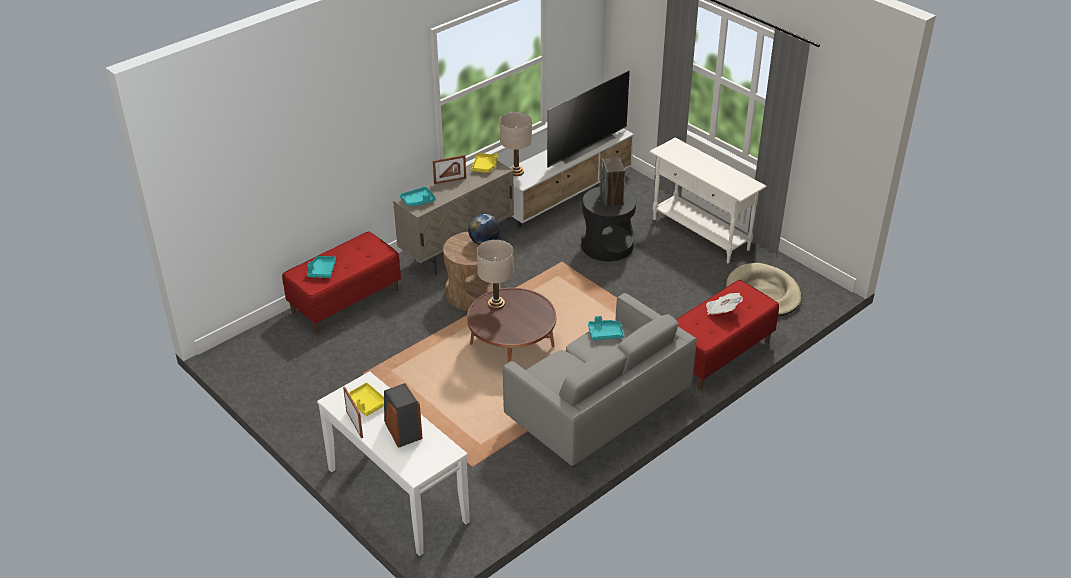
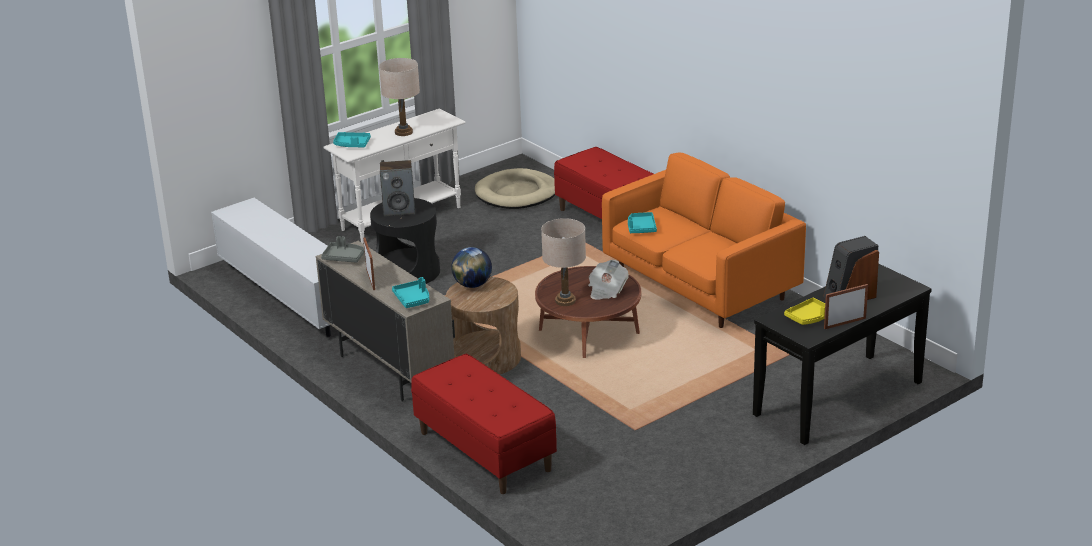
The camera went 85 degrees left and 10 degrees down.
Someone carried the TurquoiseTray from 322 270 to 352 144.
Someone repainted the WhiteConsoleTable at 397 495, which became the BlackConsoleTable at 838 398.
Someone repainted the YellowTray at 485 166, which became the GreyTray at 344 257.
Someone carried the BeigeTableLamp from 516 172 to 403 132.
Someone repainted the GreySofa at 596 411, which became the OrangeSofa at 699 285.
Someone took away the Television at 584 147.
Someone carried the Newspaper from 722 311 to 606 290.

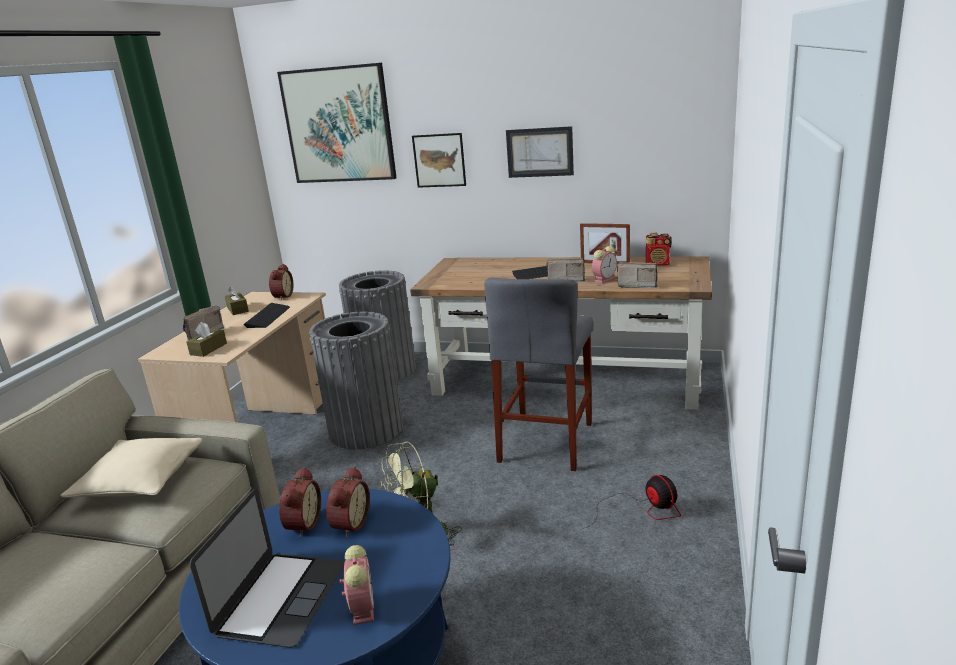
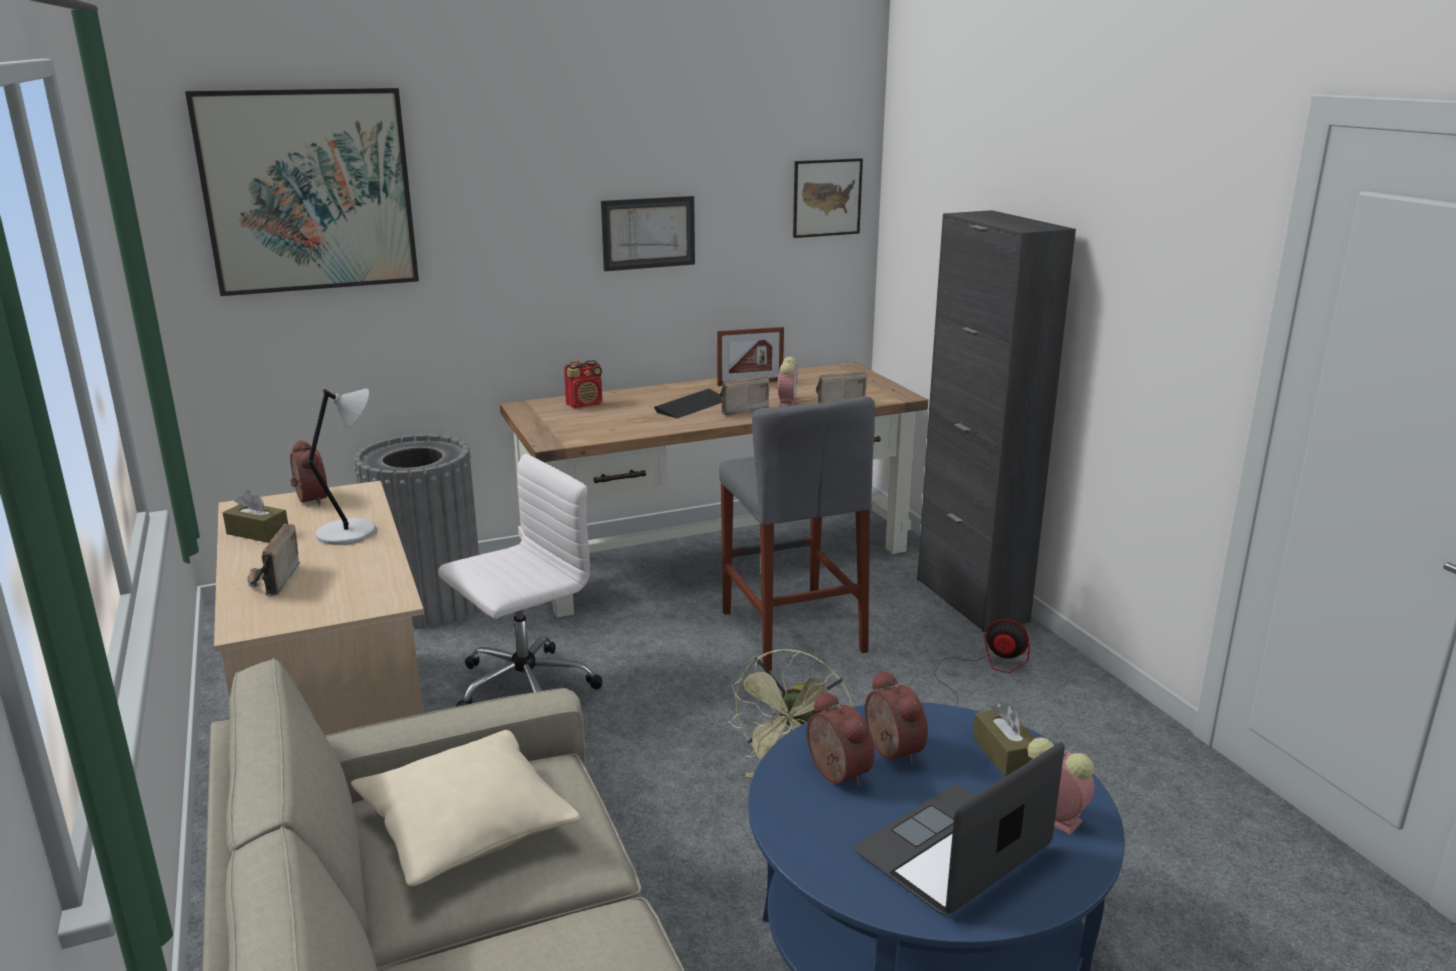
The camera went 40 degrees left and 0 degrees up.
Someone carried the BrownTissueBox from 208 349 to 1005 754.
Someone rotated the Laptop at 281 598 by 105 degrees counterclockwise.
Someone swapped the Keyboard at 268 317 for the GreyTableLamp at 350 532.
Someone swapped the GreyTrashCan at 366 430 for the WhiteOfficeChair at 522 688.
Someone carried the Picture from 439 160 to 826 197.
Someone carried the Radio from 658 264 to 585 404.
Someone put down the BlackCabinet at 971 600.

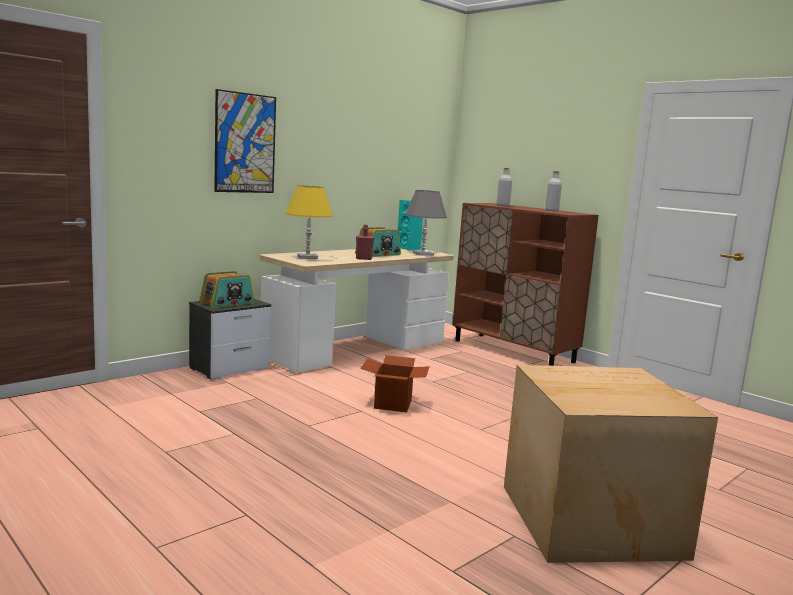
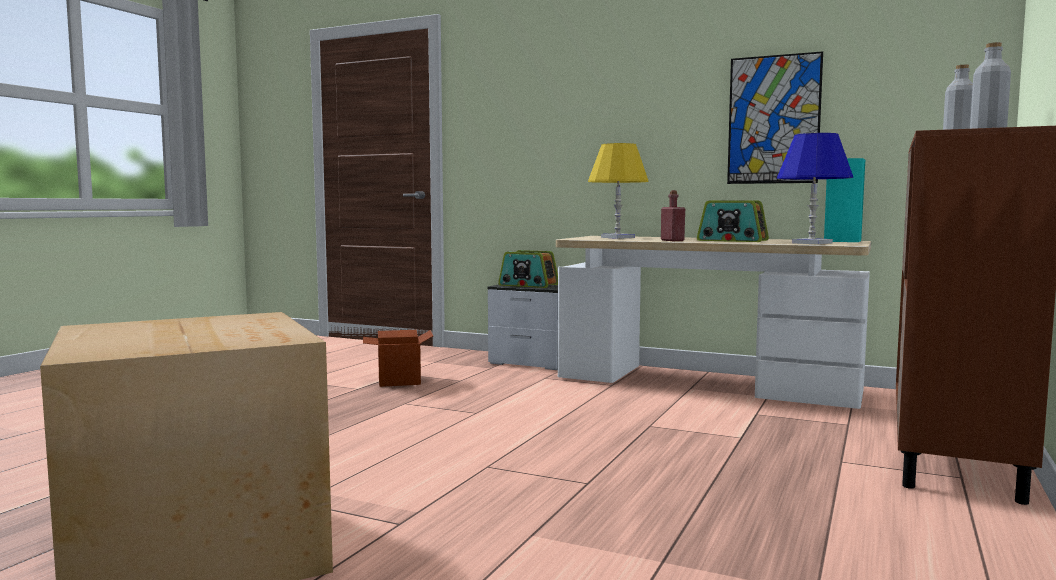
The camera went 70 degrees right and 5 degrees down.
Someone carried the Picture from 245 143 to 773 120.
Someone carried the CardboardBox from 392 404 to 399 381.
Someone repainted the GreyTableLamp at 423 254, which became the BlueTableLamp at 811 243.

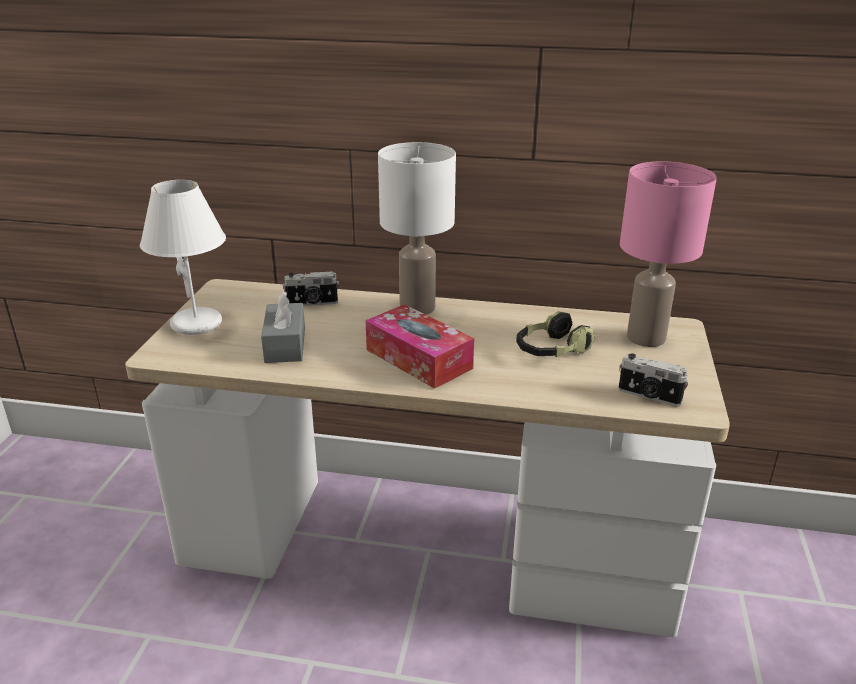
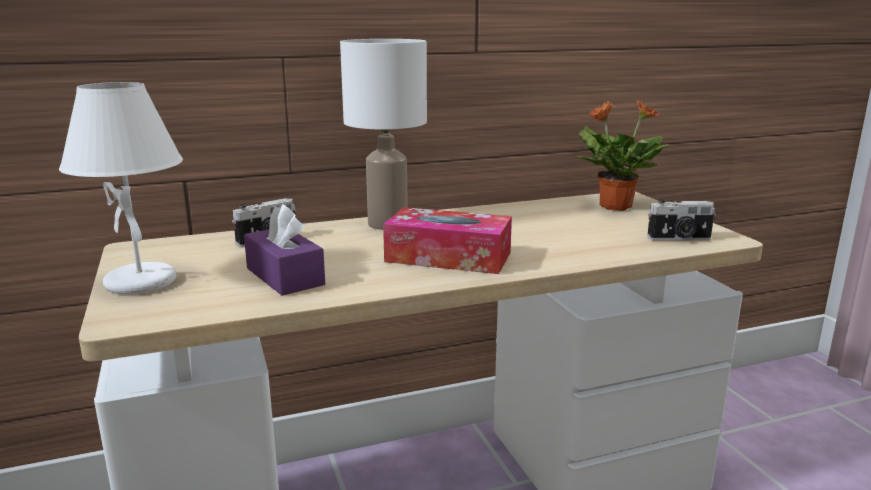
The camera went 30 degrees left and 10 degrees down.
Someone repainted the GreyTissueBox at 285 345, which became the PurpleTissueBox at 285 276.
Someone took away the Headphones at 551 350.
Someone swapped the PinkTableLamp at 646 337 for the PottedPlant at 614 206.

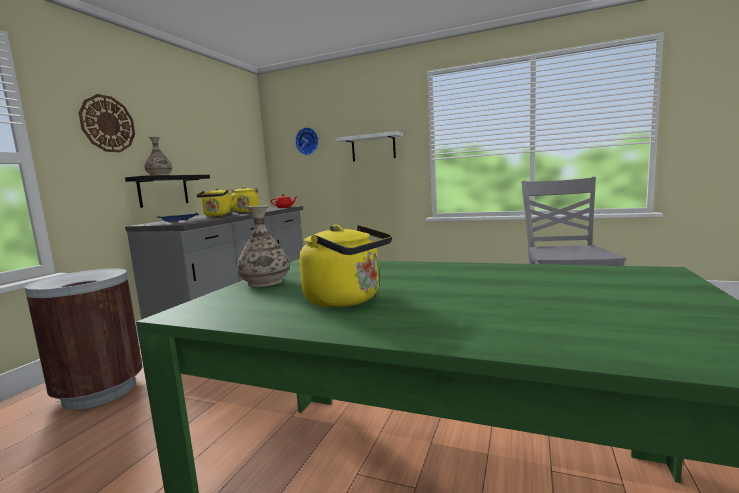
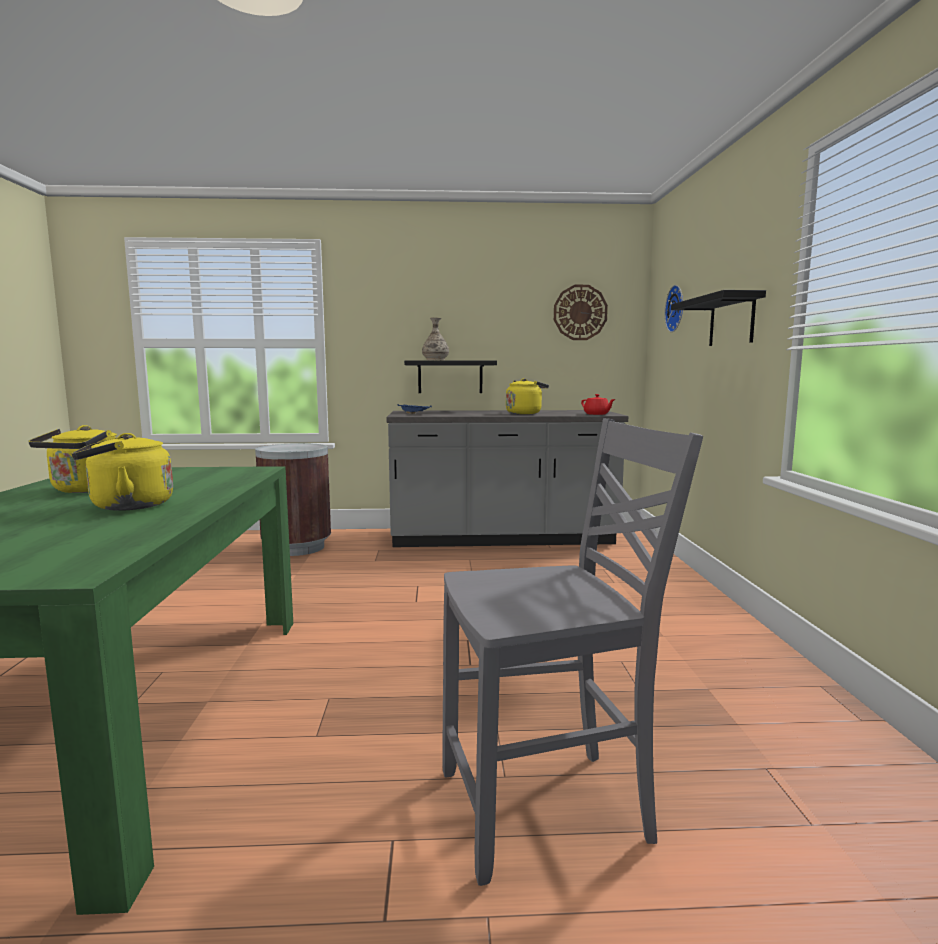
The camera went 65 degrees right and 0 degrees up.
Someone carried the WallClock from 107 124 to 580 312.
Someone carried the YellowKettle from 218 216 to 126 506.
Someone took away the Vase at 265 282.
Someone repainted the WhiteShelf at 373 148, which became the BlackShelf at 731 321.

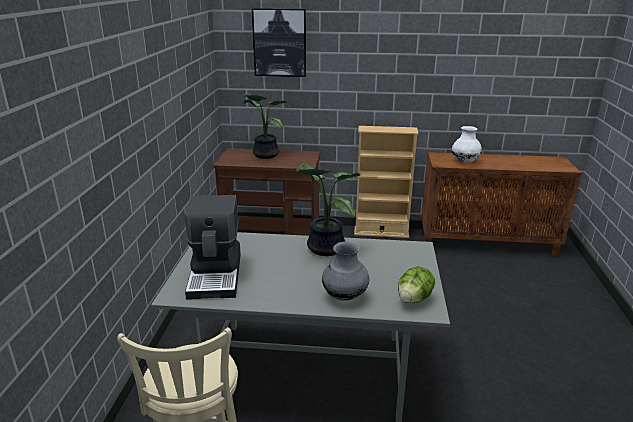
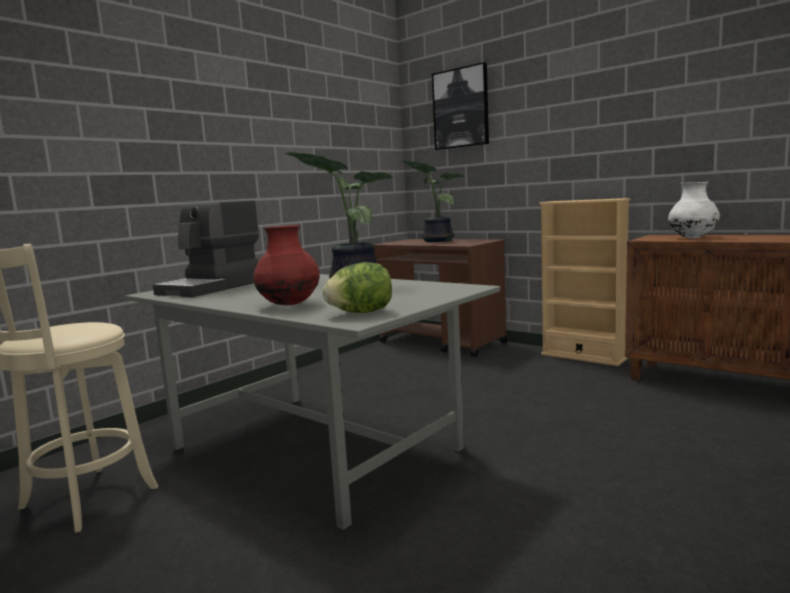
The camera went 35 degrees right and 15 degrees down.
Someone repainted the GreyVase at 345 296, which became the RedVase at 289 305.

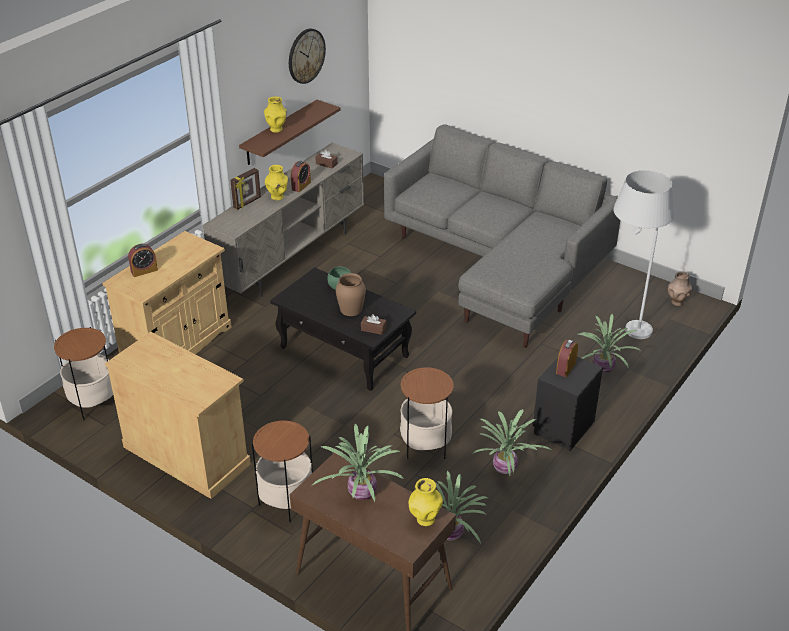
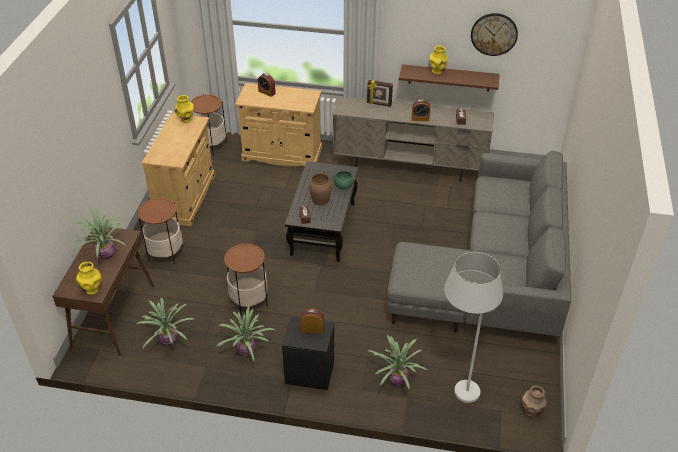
The camera went 65 degrees right and 5 degrees up.
Someone carried the YellowVase from 277 197 to 186 120.

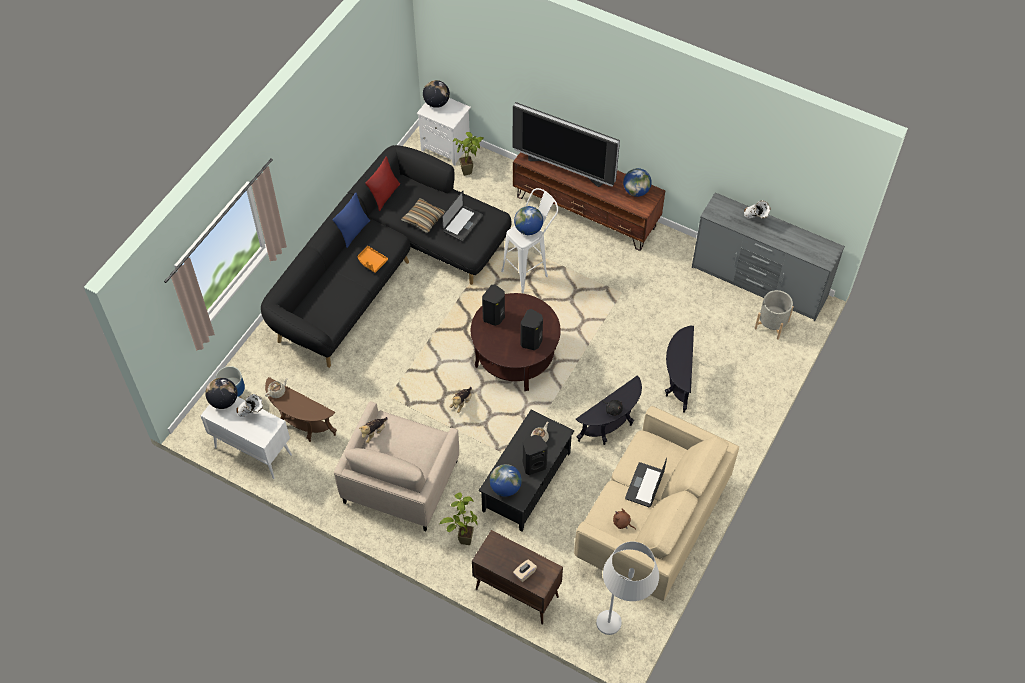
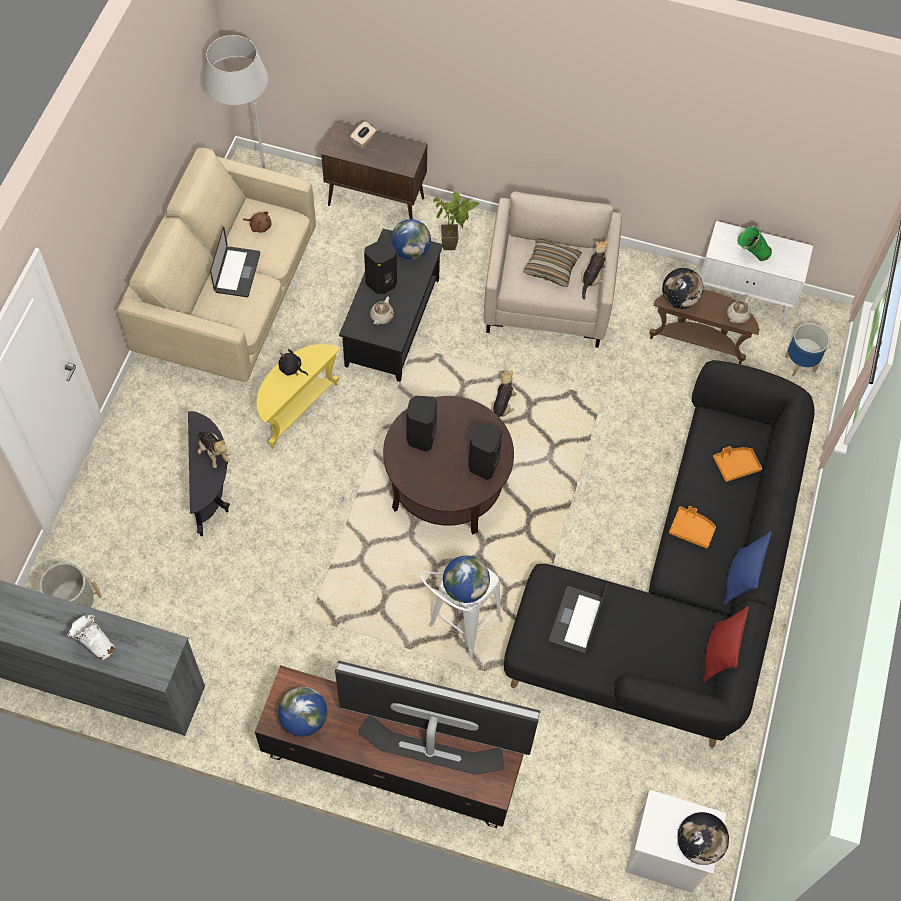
The camera went 165 degrees right and 5 degrees up.
Someone carried the Globe from 224 401 to 679 300.
Someone repainted the WhiteVase at 252 414, which became the GreenVase at 750 256.
Someone carried the Pillow from 423 219 to 551 267.
Someone took away the PottedPlant at 471 172.
Someone repainted the BlackSideTable at 611 427, which became the YellowSideTable at 296 409.
Someone put down the PlushToy at 213 453.
Someone put down the OrangeTray at 735 465.

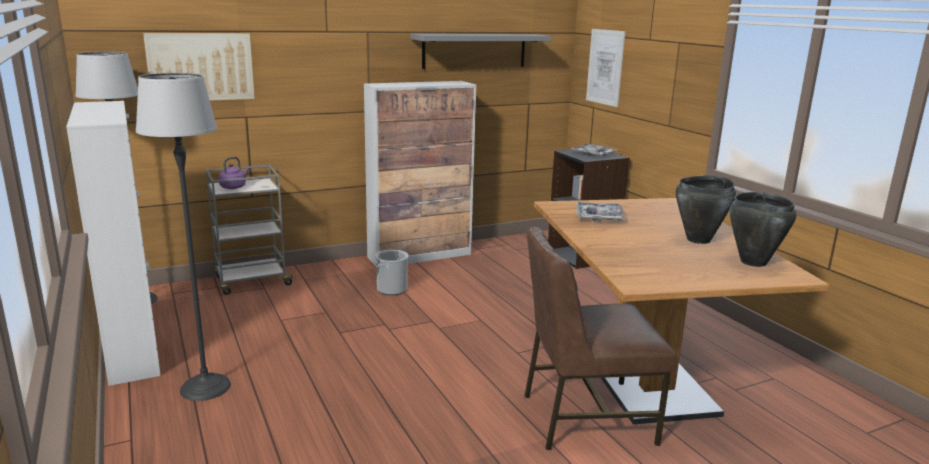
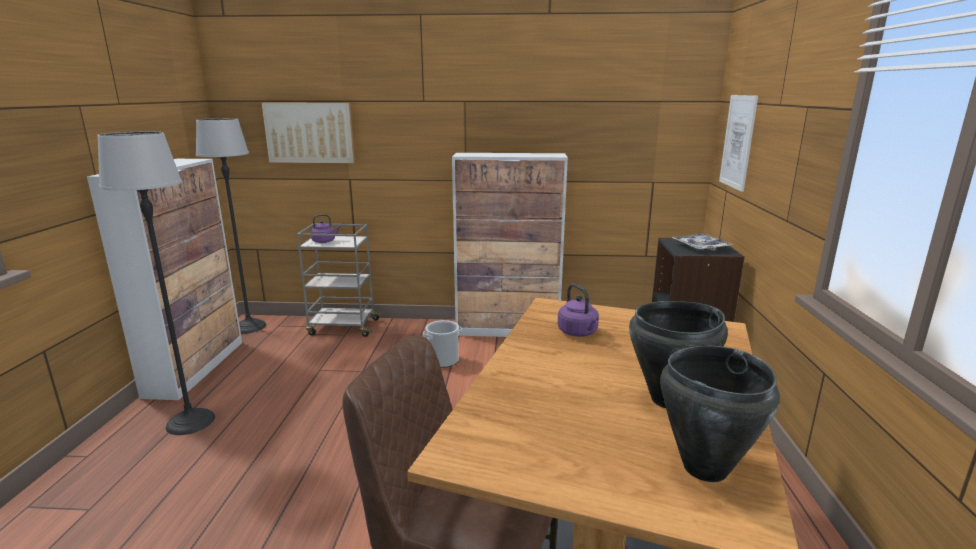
The camera went 30 degrees right and 0 degrees up.
Someone took away the GreyShelf at 474 50.
Someone swapped the Tray at 599 217 for the PurpleKettle at 578 333.

